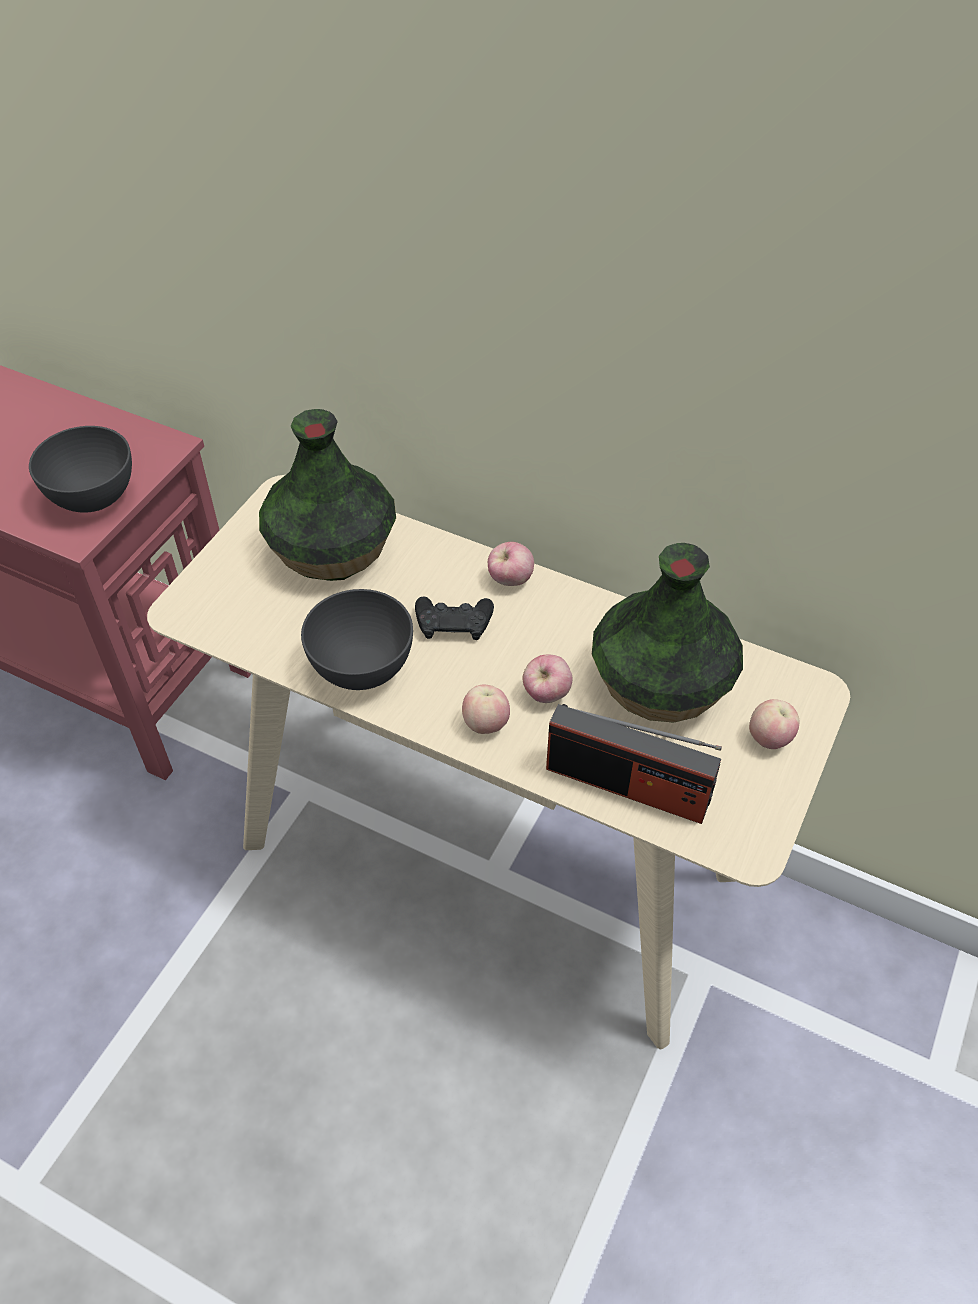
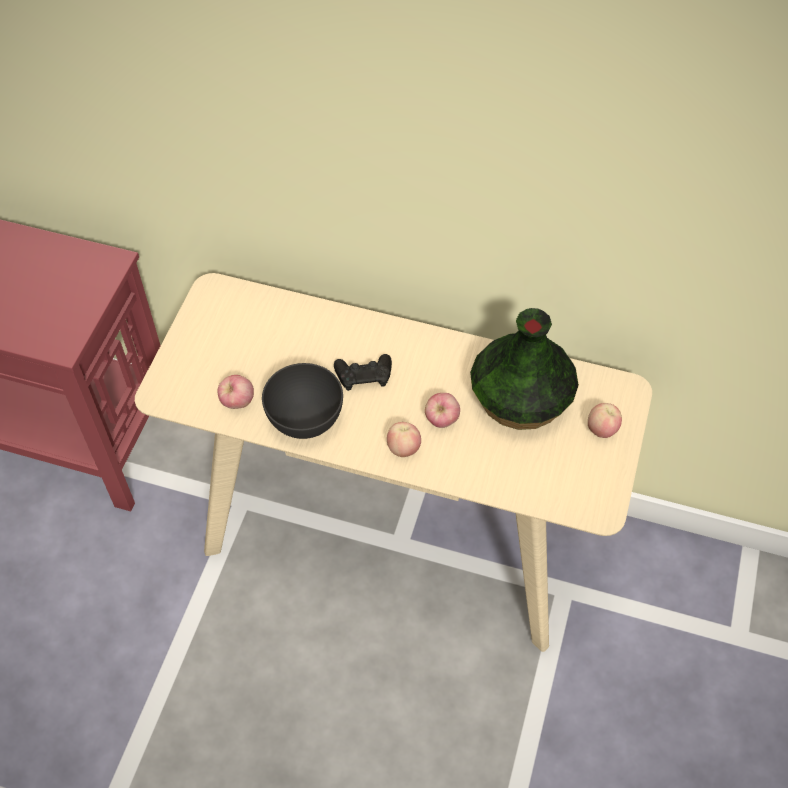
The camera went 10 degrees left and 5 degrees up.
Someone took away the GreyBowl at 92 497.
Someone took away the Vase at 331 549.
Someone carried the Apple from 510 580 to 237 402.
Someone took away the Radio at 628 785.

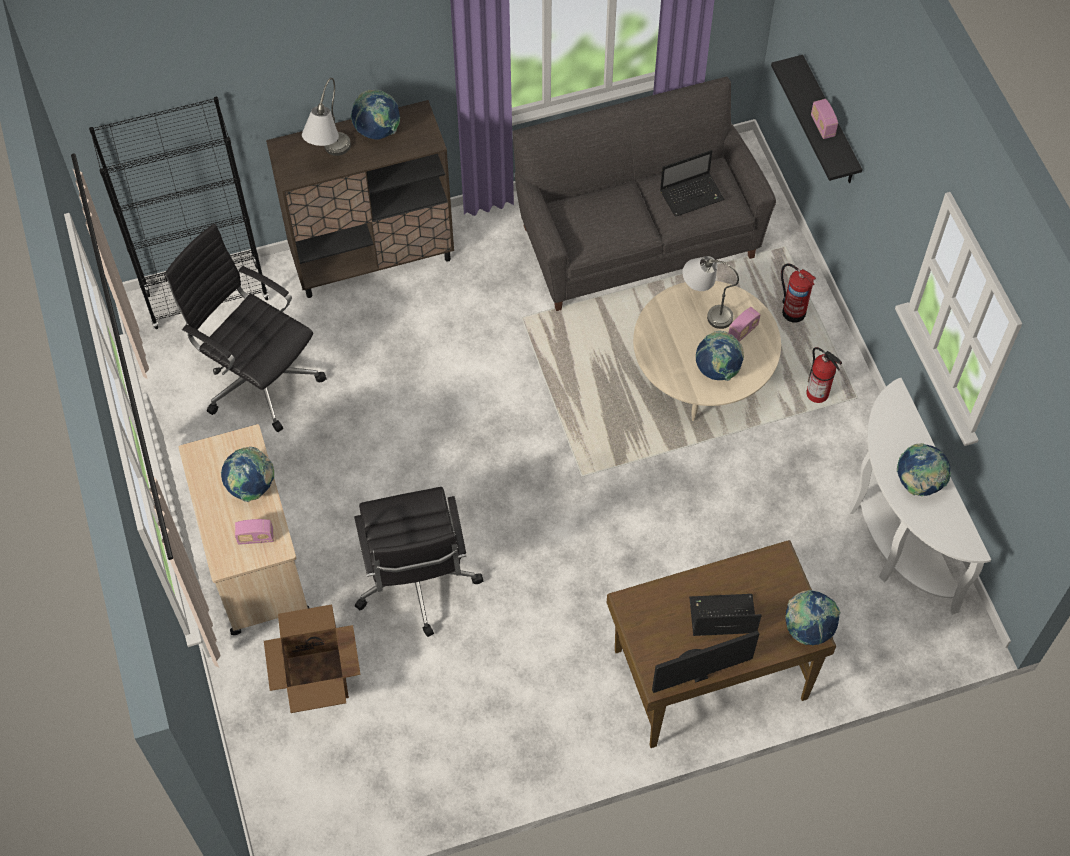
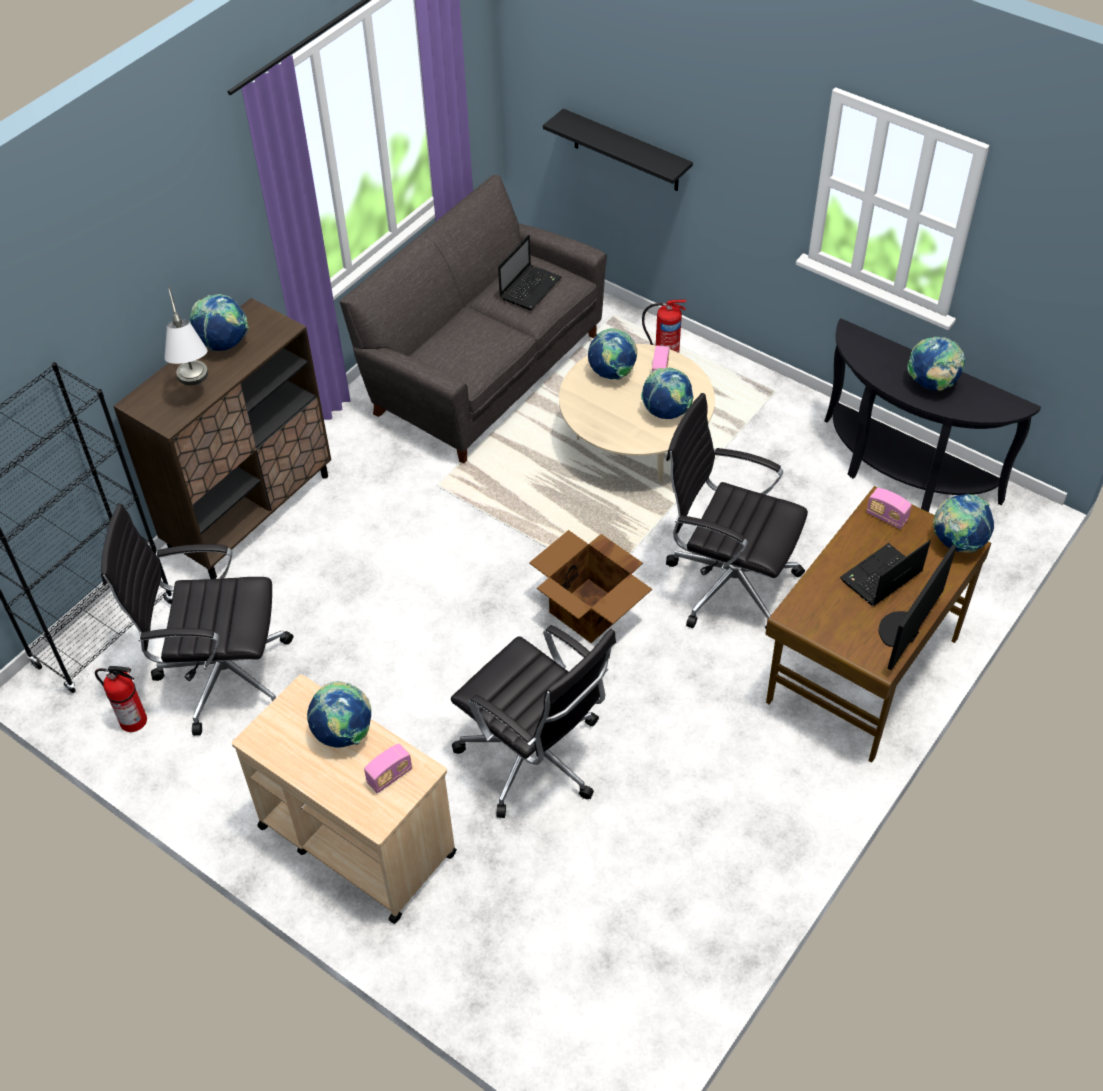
The camera went 35 degrees left and 10 degrees down.
Someone carried the CardboardBox from 317 678 to 590 611.
Someone swapped the GreyTableLamp at 705 308 for the Globe at 612 373.
Someone carried the FireExtinguisher from 818 394 to 134 720.
Someone carried the Radio from 822 126 to 886 517.
Someone repainted the WhiteConsoleTable at 893 535, which became the BlackConsoleTable at 900 474.
Someone put down the BlackOfficeChair at 728 582.

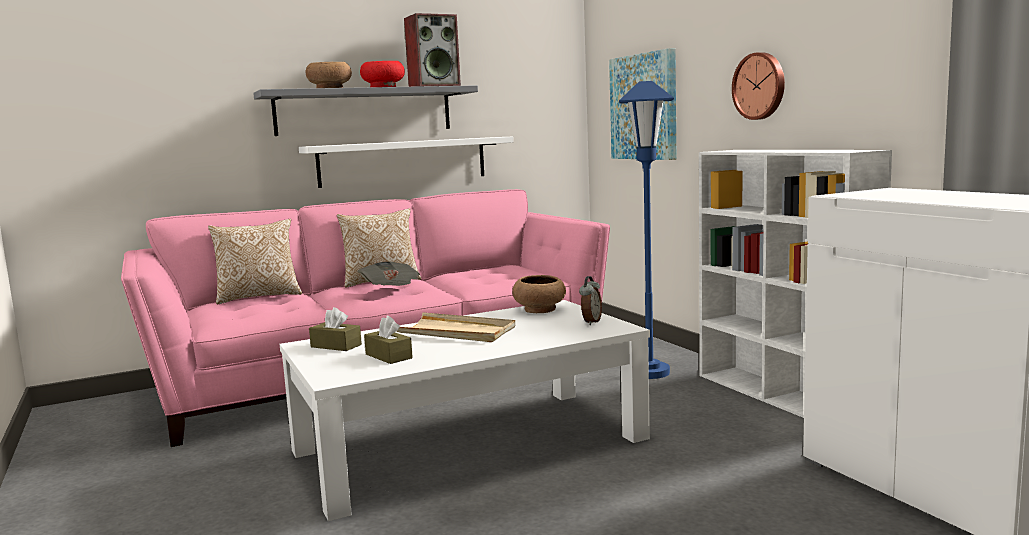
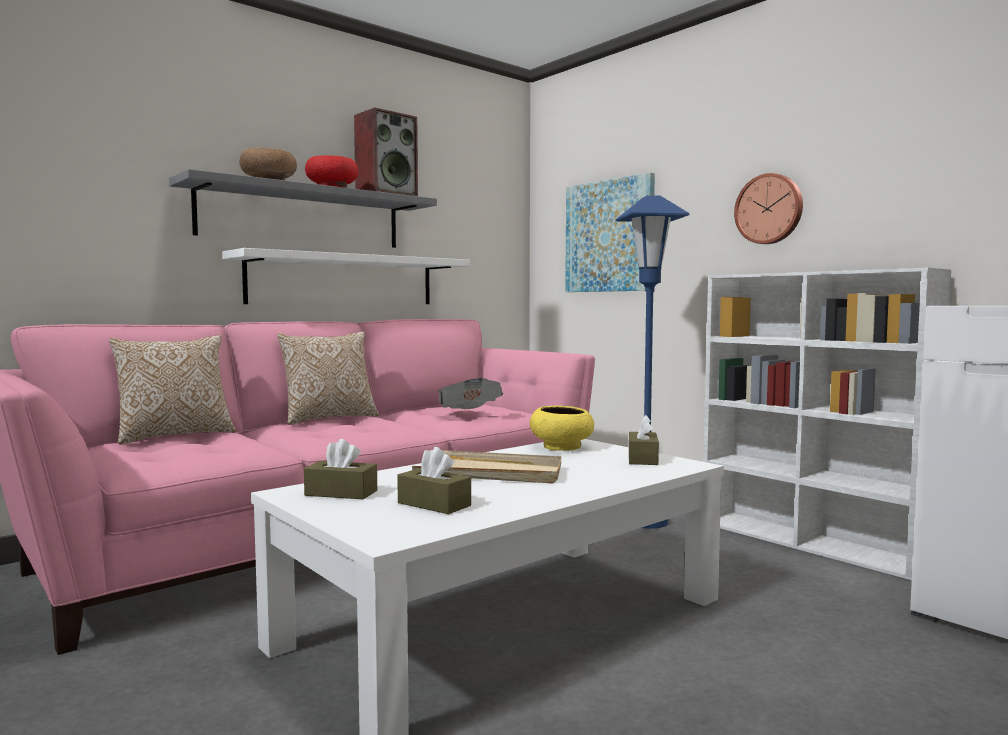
The camera went 15 degrees left and 5 degrees down.
Someone carried the Newspaper from 391 291 to 470 413.
Someone repainted the BrownBowl at 540 310, which became the YellowBowl at 562 447.
Someone swapped the AlarmClock at 590 322 for the BrownTissueBox at 642 459.

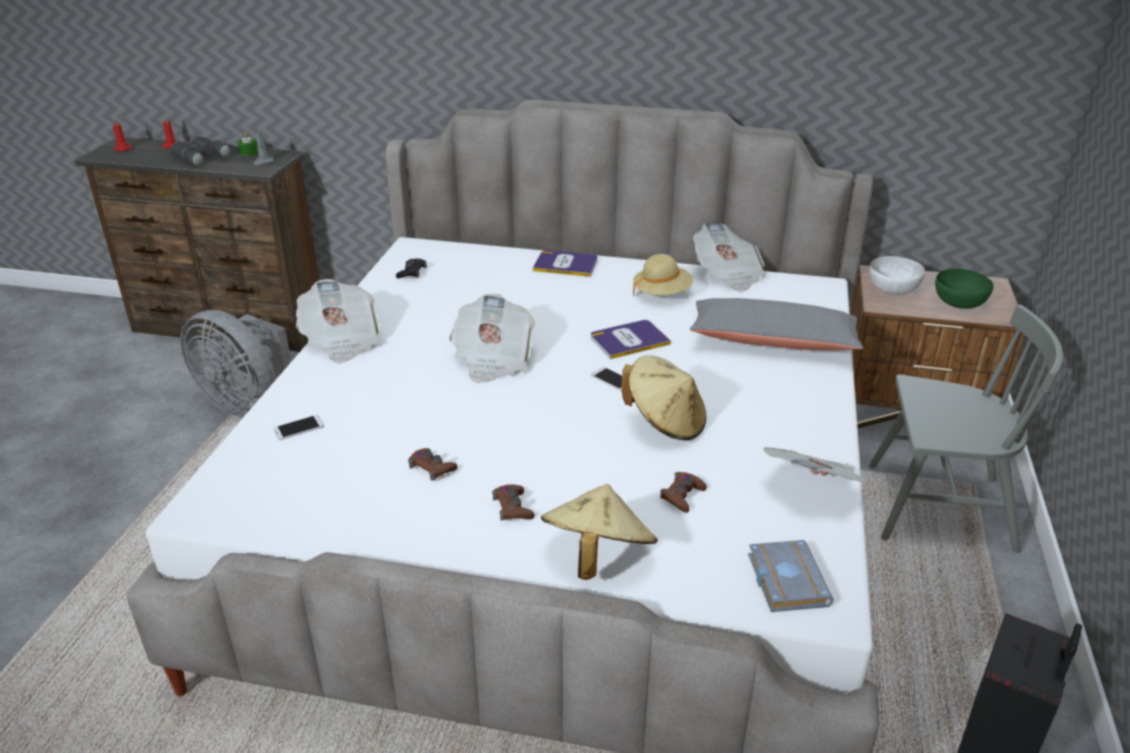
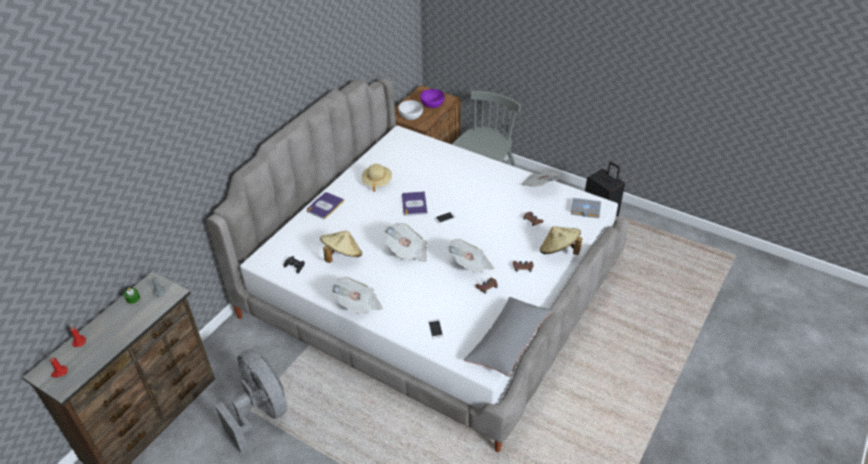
The camera went 70 degrees left and 10 degrees up.
Someone took away the GreyBinoculars at 199 155.
Someone rotated the GreyFan at 246 403 by 90 degrees counterclockwise.
Someone carried the BeigeHat from 665 422 to 342 256.
Someone carried the GreyPillow from 772 341 to 508 342.
Someone carried the Newspaper from 728 275 to 470 265.
Someone repainted the GreenBowl at 958 302, which became the PurpleBowl at 432 104.

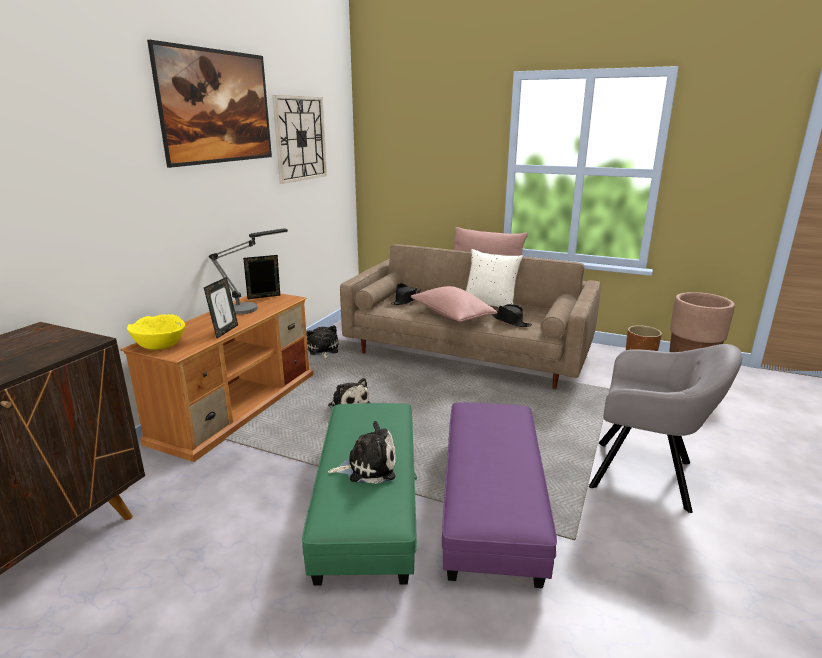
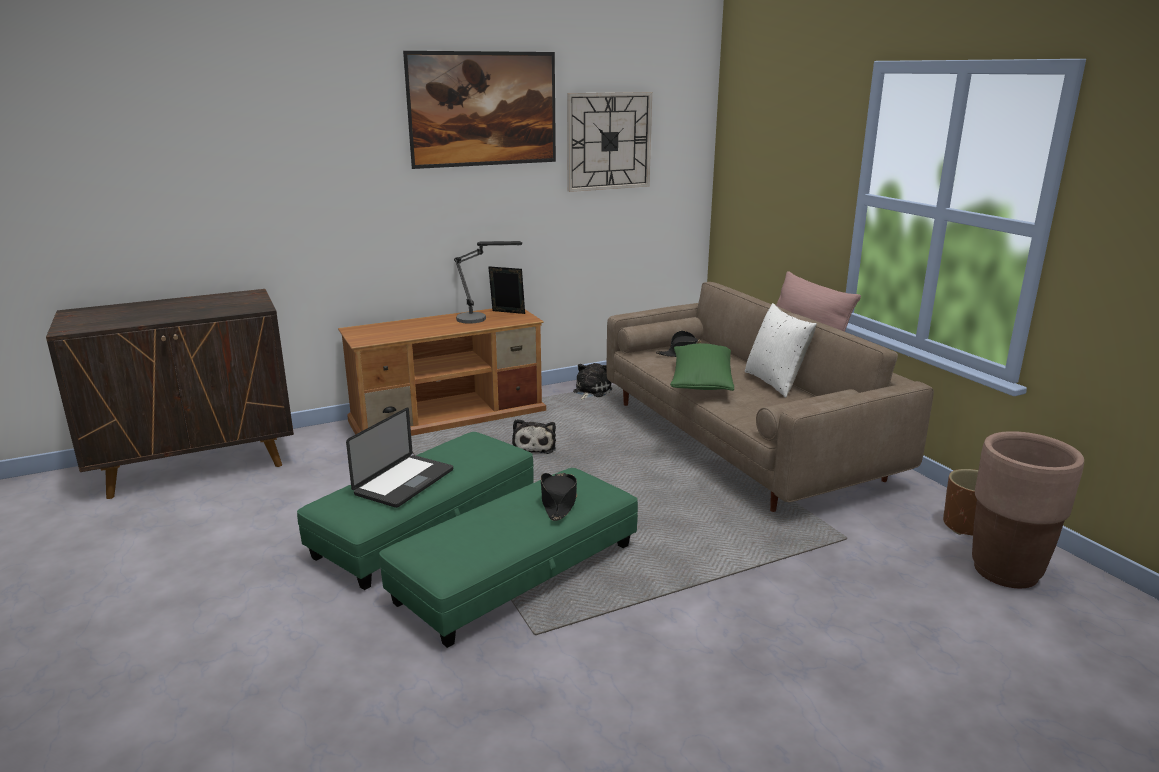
The camera went 40 degrees right and 0 degrees up.
Someone took away the YellowBowl at 160 344.
Someone took away the PictureFrame at 224 331.
Someone swapped the PlushToy at 368 467 for the Laptop at 404 482.
Someone repainted the PinkPillow at 451 316, which became the GreenPillow at 701 382.
Someone repainted the PurpleOttoman at 491 502, which became the GreenOttoman at 517 573.
Someone carried the BlackHat from 509 321 to 558 502.
Someone took away the GreyArmchair at 647 475.

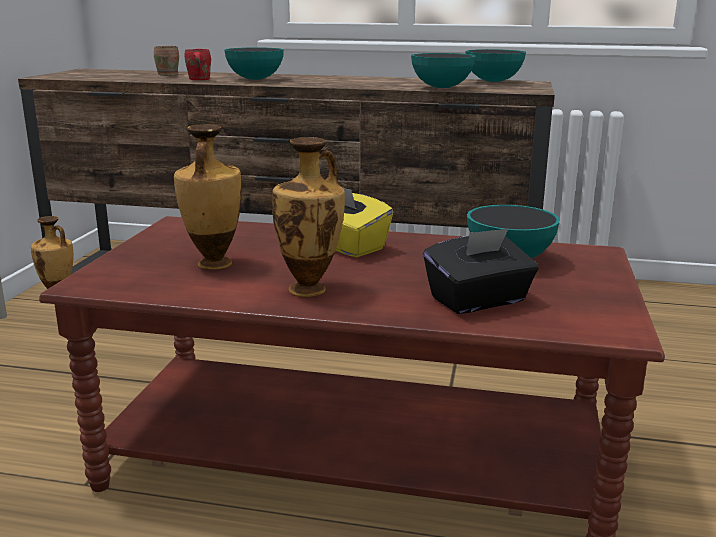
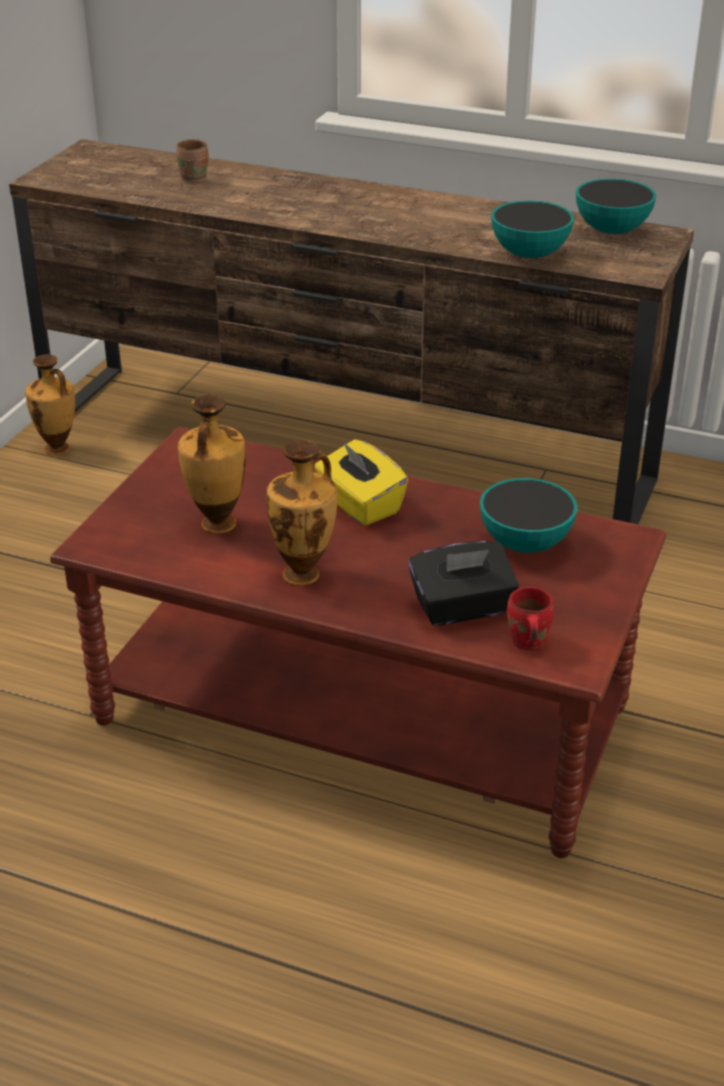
The camera went 10 degrees right and 15 degrees up.
Someone carried the RedMug from 198 79 to 526 642.
Someone took away the Bowl at 255 79.

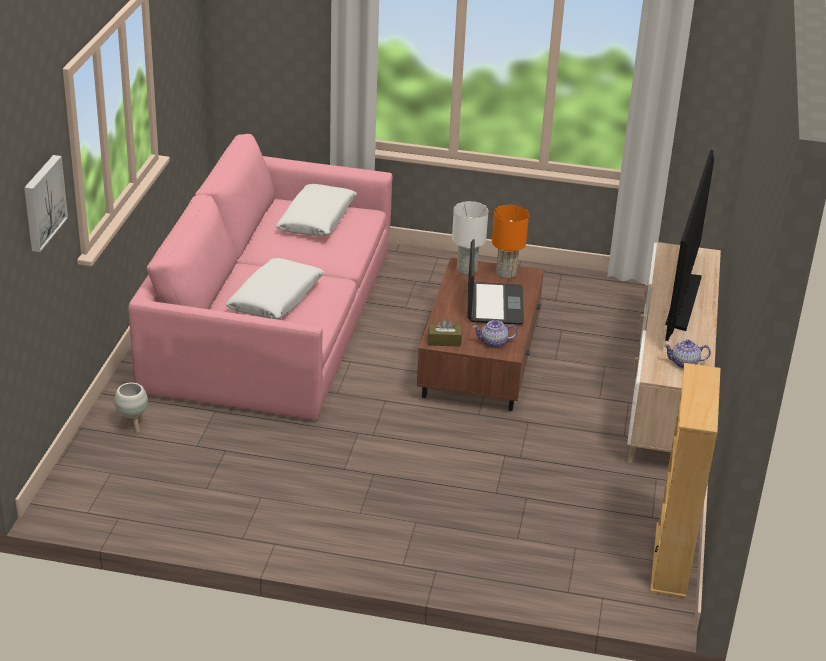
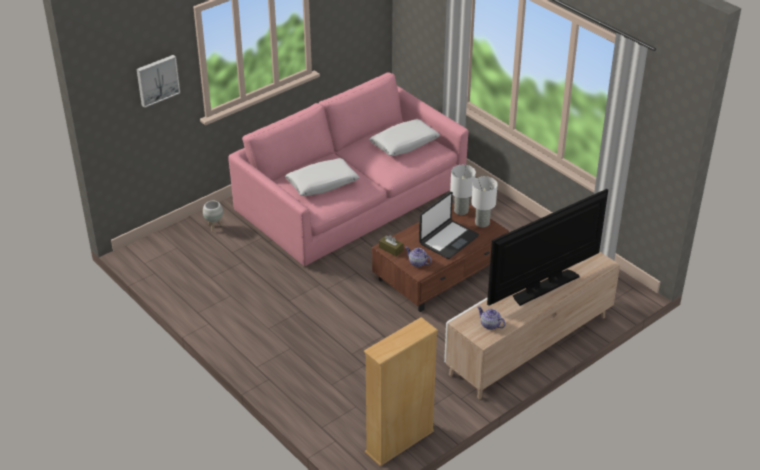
The camera went 40 degrees right and 5 degrees up.
Someone repainted the OrangeTableLamp at 506 273, which became the WhiteTableLamp at 482 223.

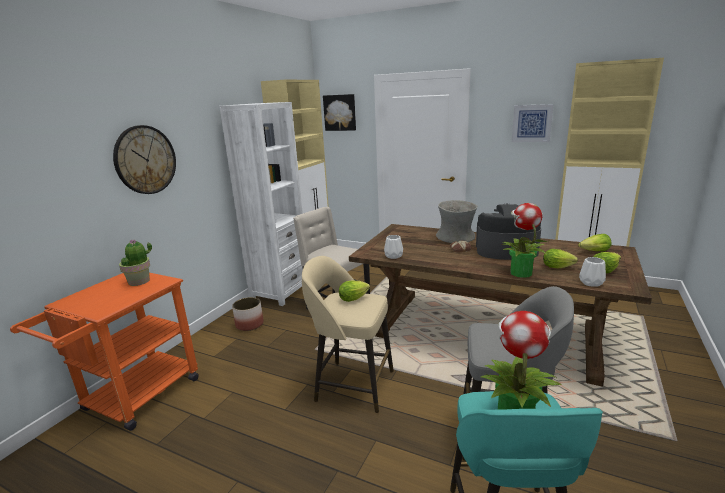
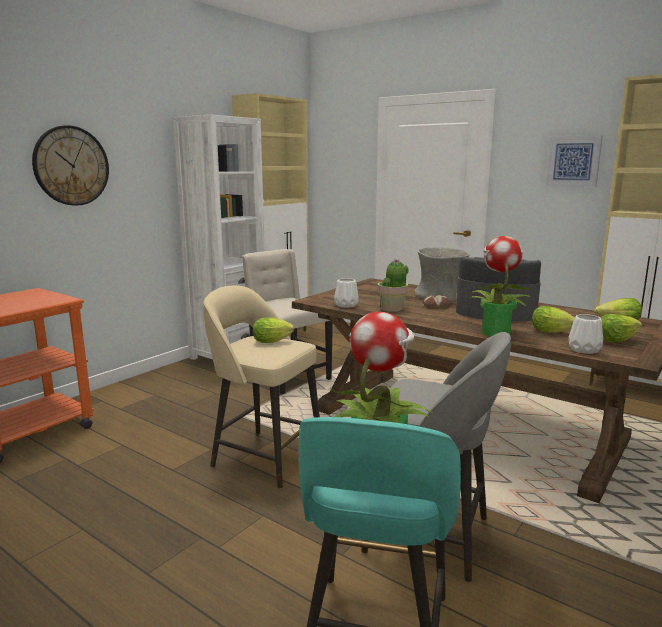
The camera went 10 degrees right and 5 degrees down.
Someone carried the PottedPlant from 139 281 to 392 308.
Someone took away the Planter at 249 324.
Someone took away the Picture at 340 112.

